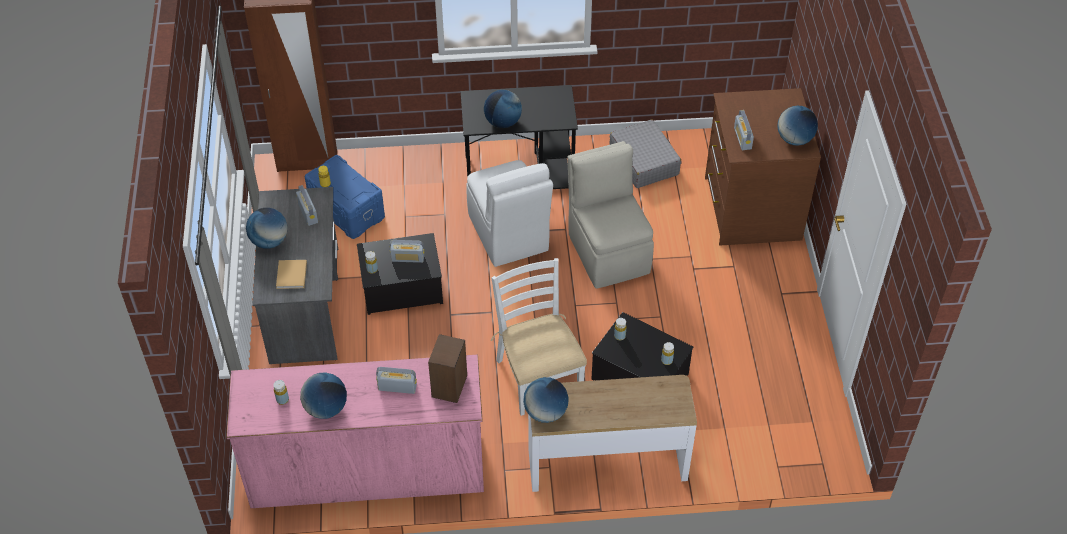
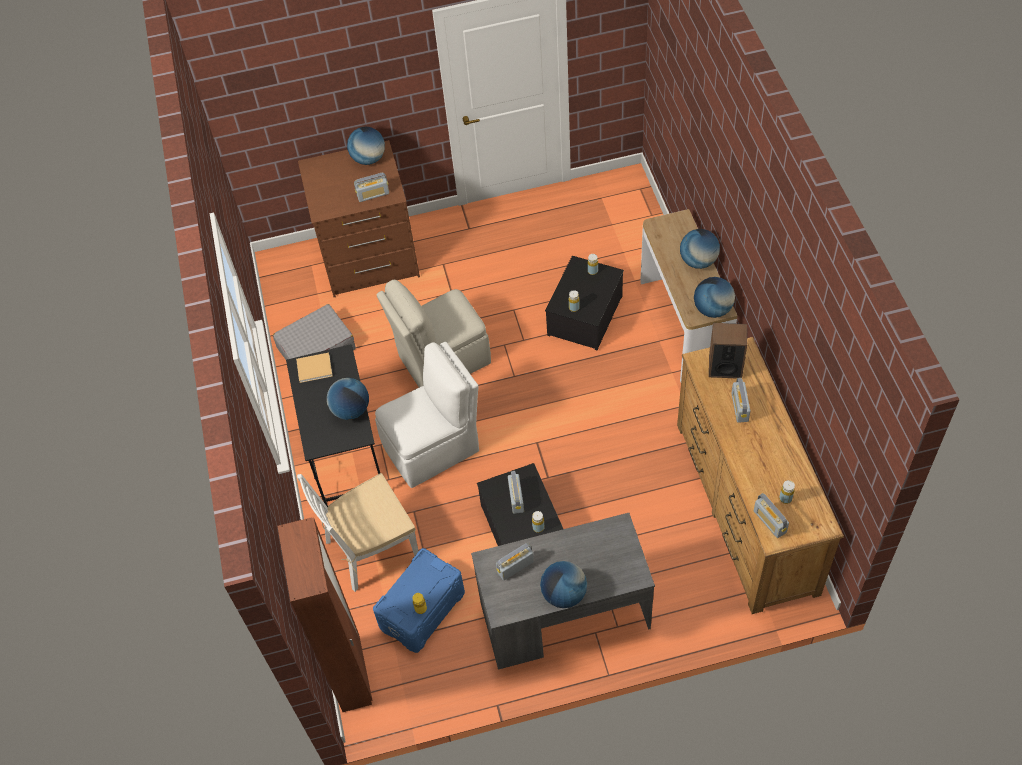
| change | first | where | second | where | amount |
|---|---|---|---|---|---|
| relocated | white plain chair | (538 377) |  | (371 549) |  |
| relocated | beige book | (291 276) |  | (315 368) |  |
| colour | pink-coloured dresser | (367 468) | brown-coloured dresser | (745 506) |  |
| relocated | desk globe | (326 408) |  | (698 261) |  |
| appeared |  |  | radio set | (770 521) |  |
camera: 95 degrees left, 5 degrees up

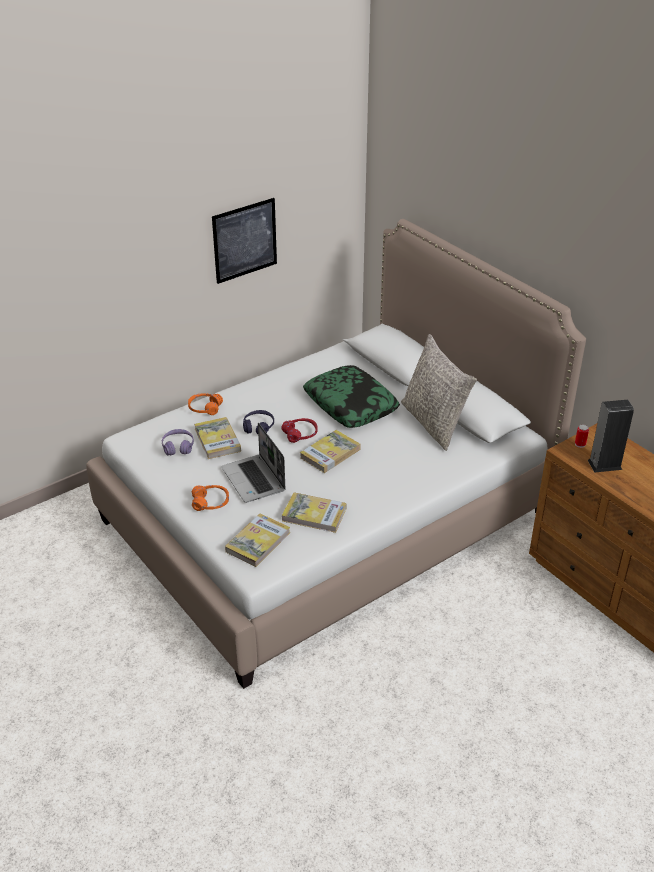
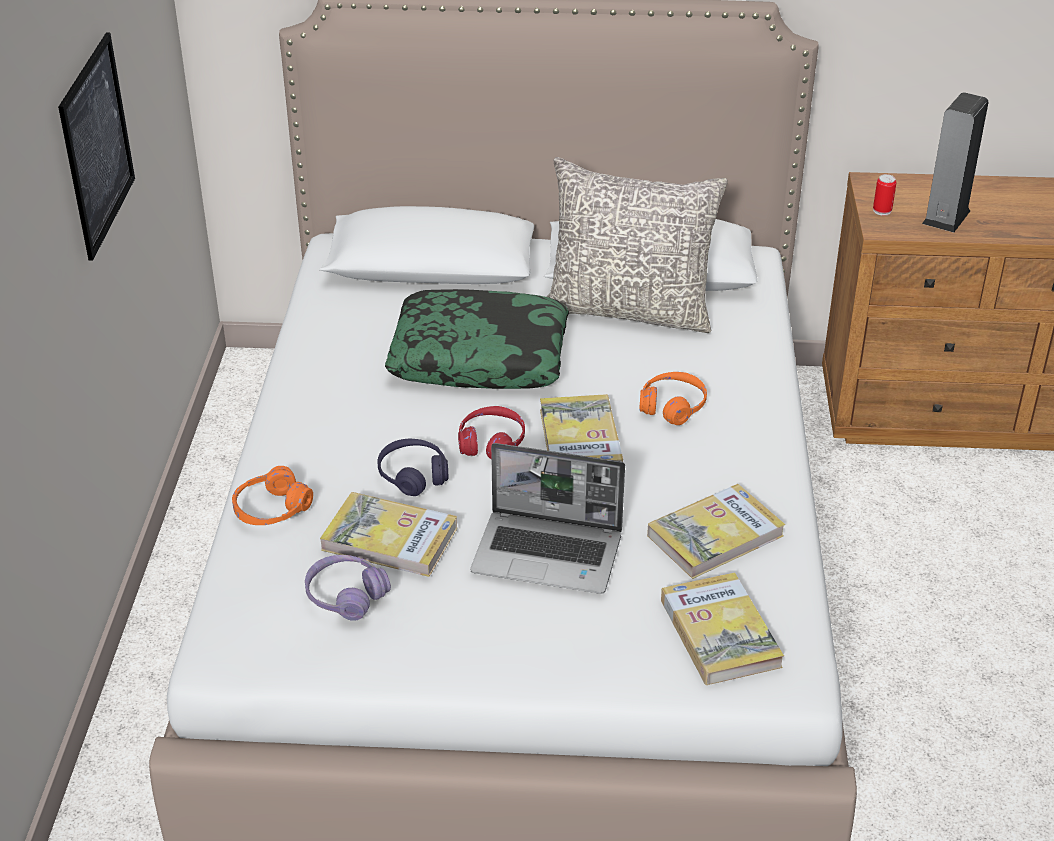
| change | first | where | second | where | amount |
|---|---|---|---|---|---|
| relocated | orange headphones | (210 503) |  | (672 406) |  |
camera: 50 degrees left, 0 degrees up

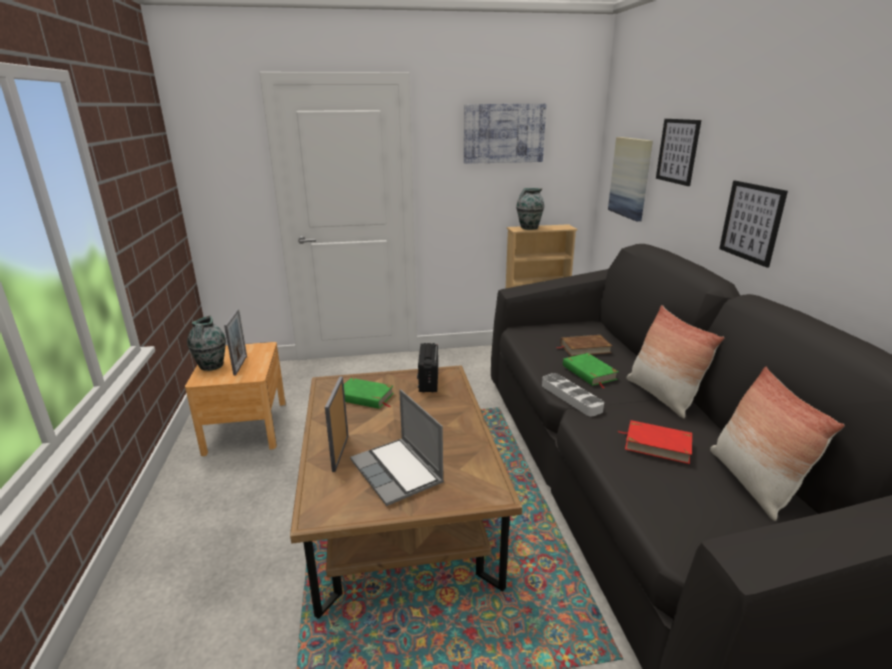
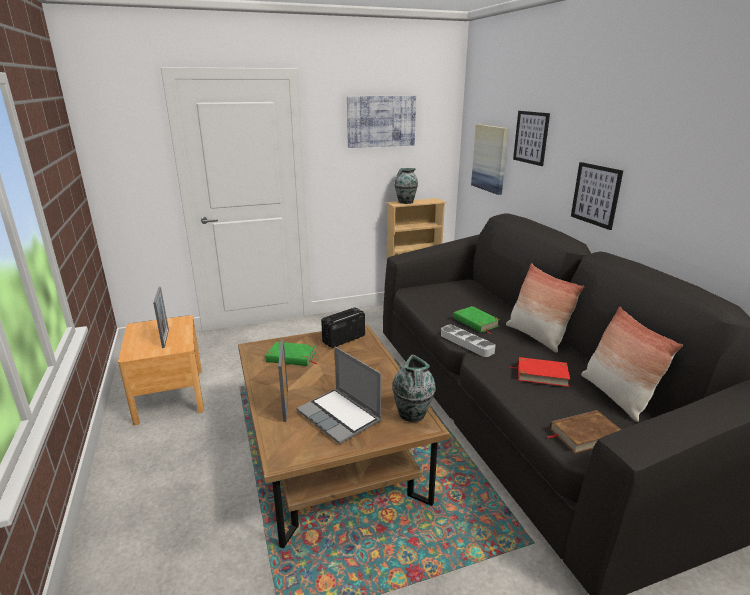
| change | first | where | second | where | amount |
|---|---|---|---|---|---|
| relocated | vase | (211 366) |  | (412 415) |  |
| relocated | brown-coloured book | (585 348) |  | (584 434) |  |
| spun | radio set | (428 381) |  | (343 339) | 60 degrees clockwise |
camera: 10 degrees left, 0 degrees up

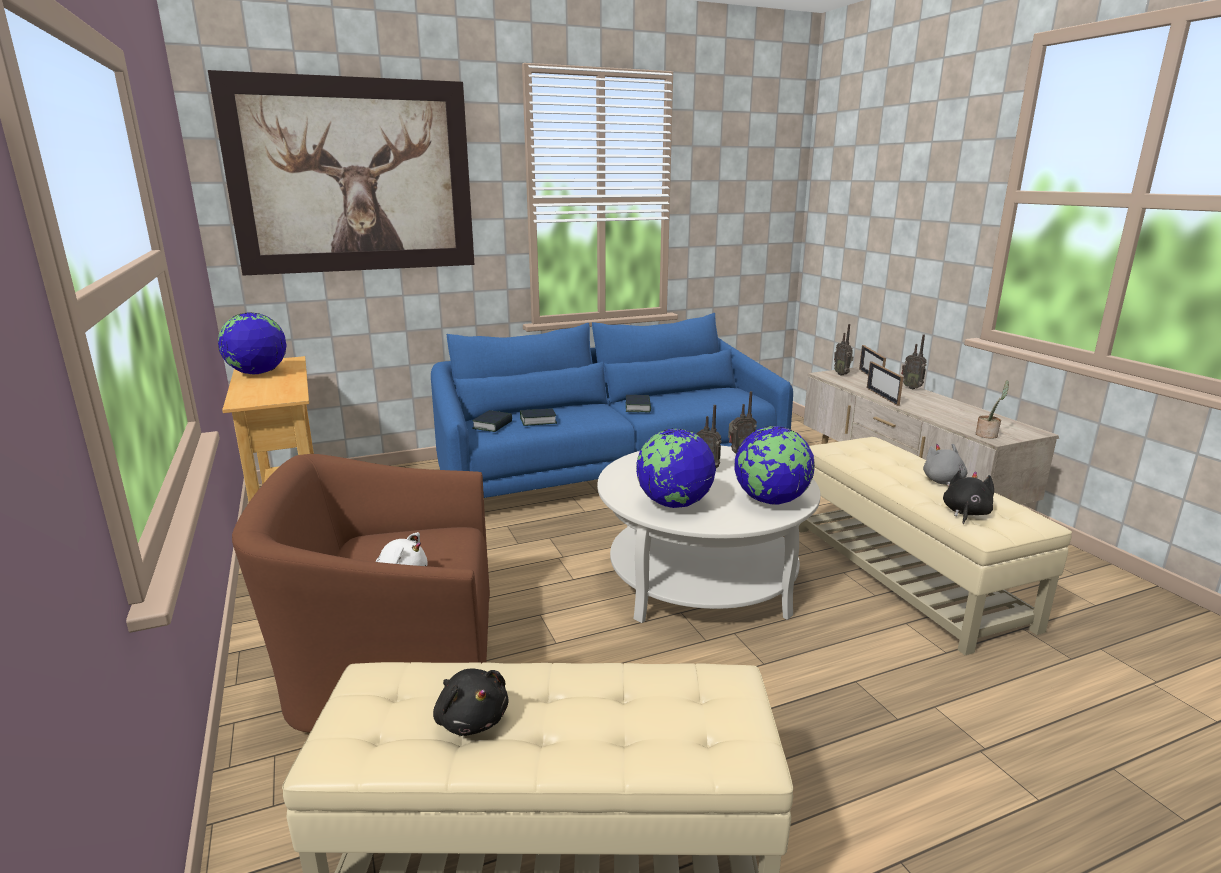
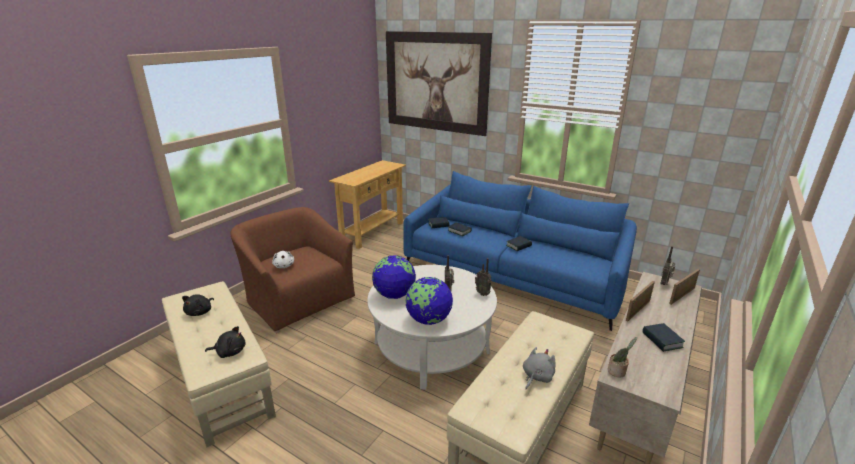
| change | first | where | second | where | amount |
|---|---|---|---|---|---|
| missing | desk globe | (257 373) |  |  |  |
| missing | radio set | (911 388) |  |  |  |
| relocated | blackish cuddly toy | (965 513) |  | (229 352) |  |
| appeared |  |  | book | (662 340) |  |
camera: 55 degrees right, 5 degrees up

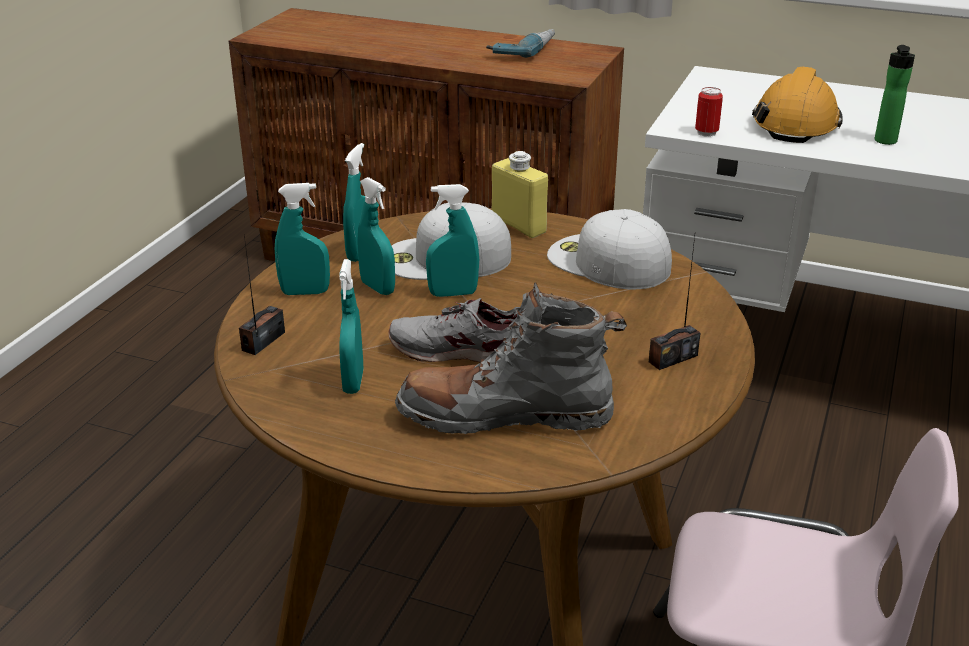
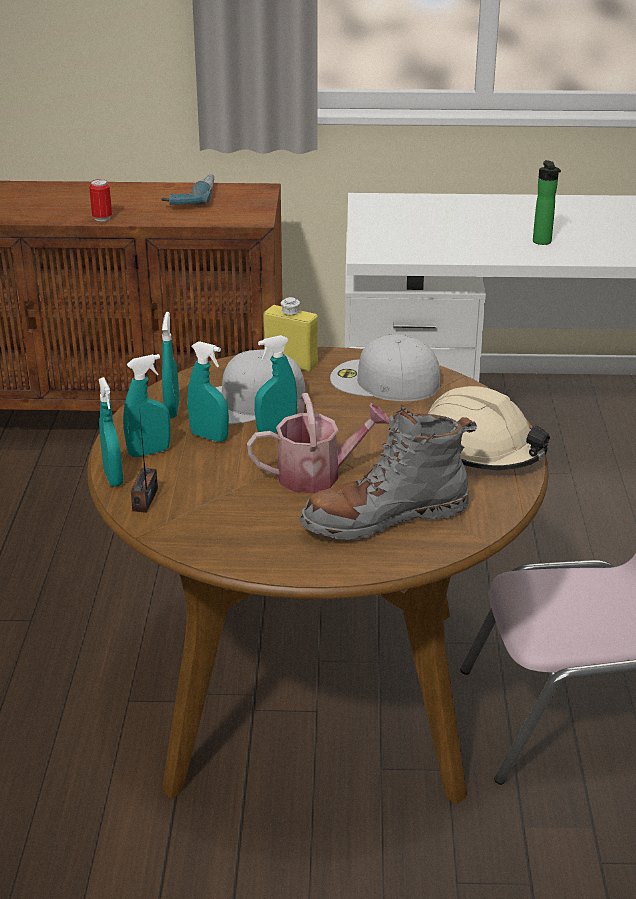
| change | first | where | second | where | amount |
|---|---|---|---|---|---|
| missing | orange hard hat | (796 124) |  |  |  |
| relocated | sealed can | (706 133) |  | (102 218) |  |
| exchanged | radio set | (672 358) | beige hard hat | (482 449) |  |
| relocated | blue-green sprayer | (353 382) |  | (113 478) |  |
| exchanged | greyish low shoe | (463 351) | watering pot | (318 475) |  |
camera: 20 degrees left, 0 degrees up

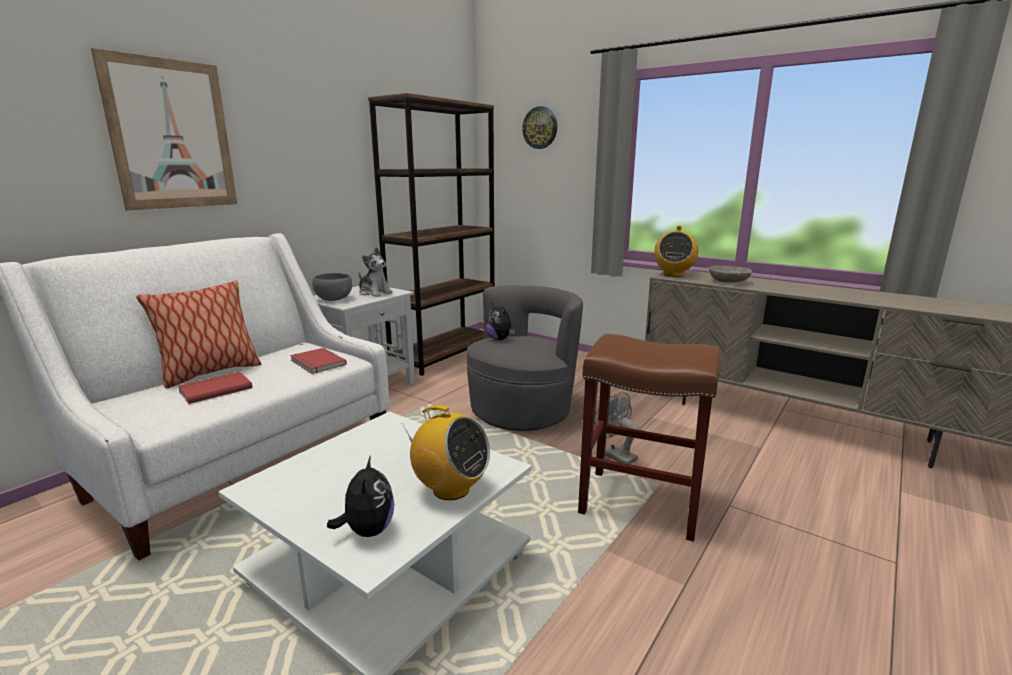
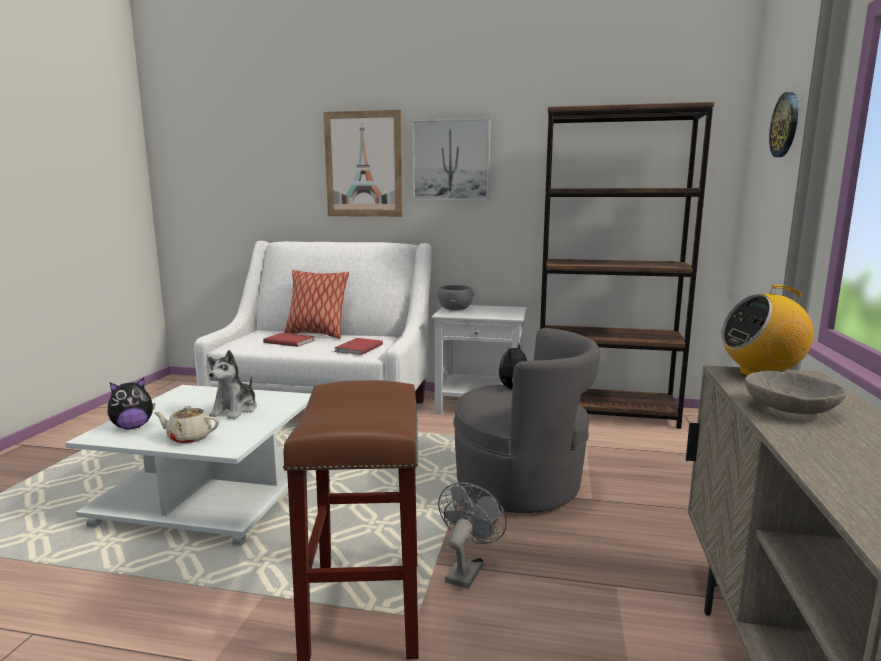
| change | first | where | second | where | amount |
|---|---|---|---|---|---|
| relocated | cuddly toy | (374 293) |  | (235 410) |  |
| exchanged | radio set | (450 489) | beige tea pot | (189 438) |  |
| appeared |  |  | picture | (451 160) |  |
camera: 65 degrees right, 5 degrees down

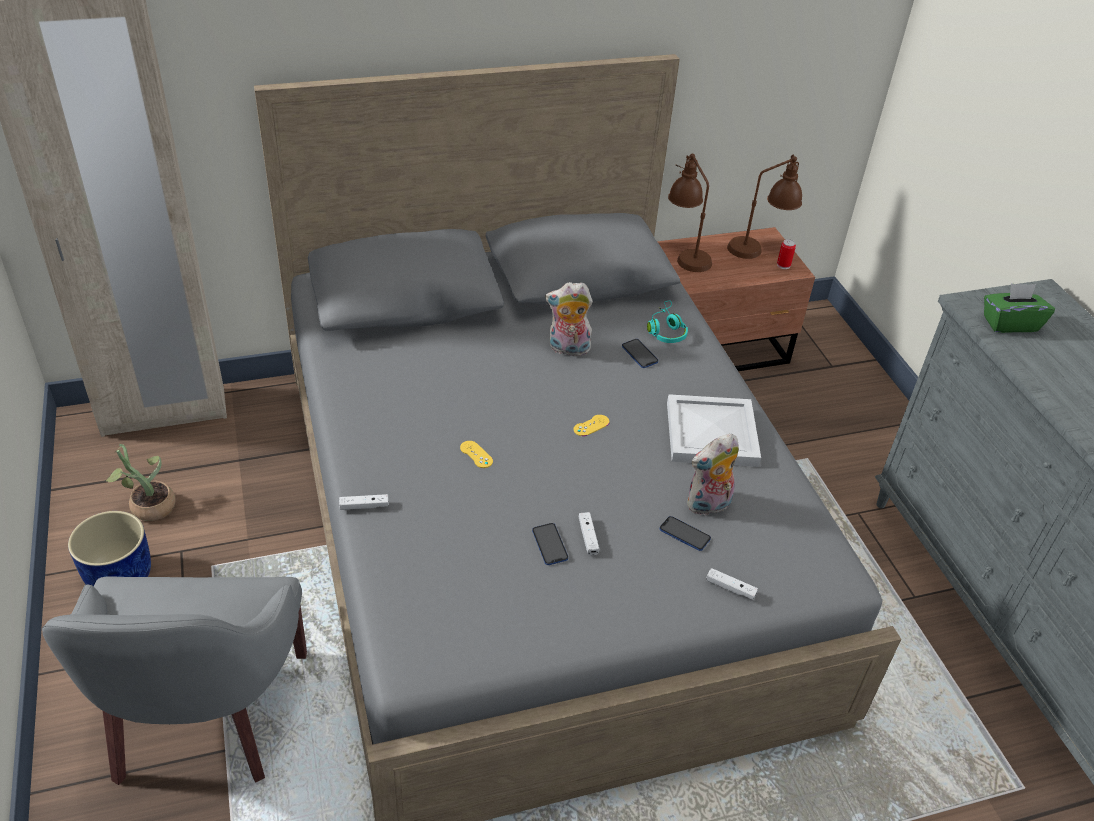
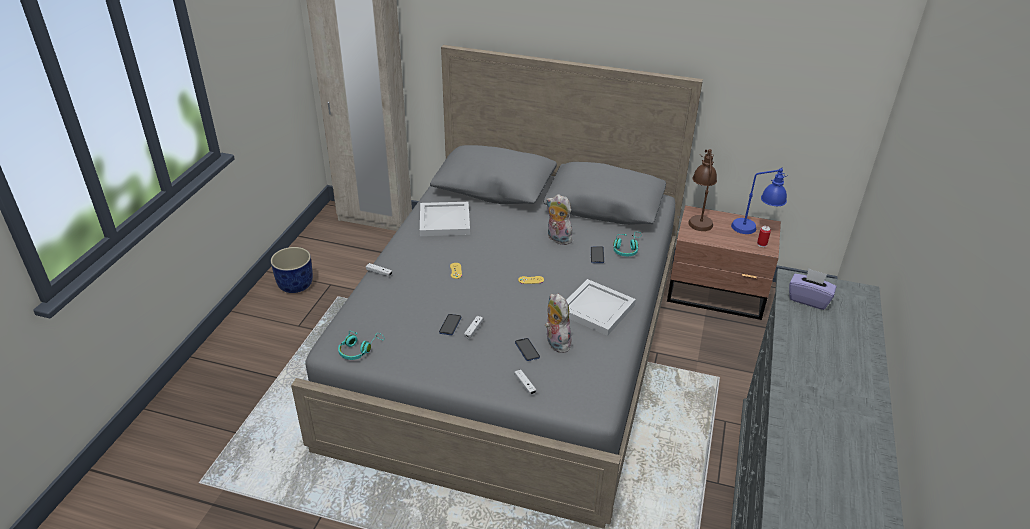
| change | first | where | second | where | amount |
|---|---|---|---|---|---|
| colour | brown-coloured table lamp | (759 248) | blue-coloured table lamp | (754 229) |  |
| colour | green-coloured tissue holder | (1009 323) | purple-coloured tissue holder | (808 299) |  |
| spun | cuddly toy | (708 506) |  | (555 342) | 60 degrees clockwise |
| missing | houseplant | (148 506) |  |  |  |
| missing | greyish lounge chair | (202 717) |  |  |  |
| appeared |  |  | white serving tray | (445 221) |  |
| appeared |  |  | blue-green headphones | (359 349) |  |
camera: 35 degrees right, 5 degrees down

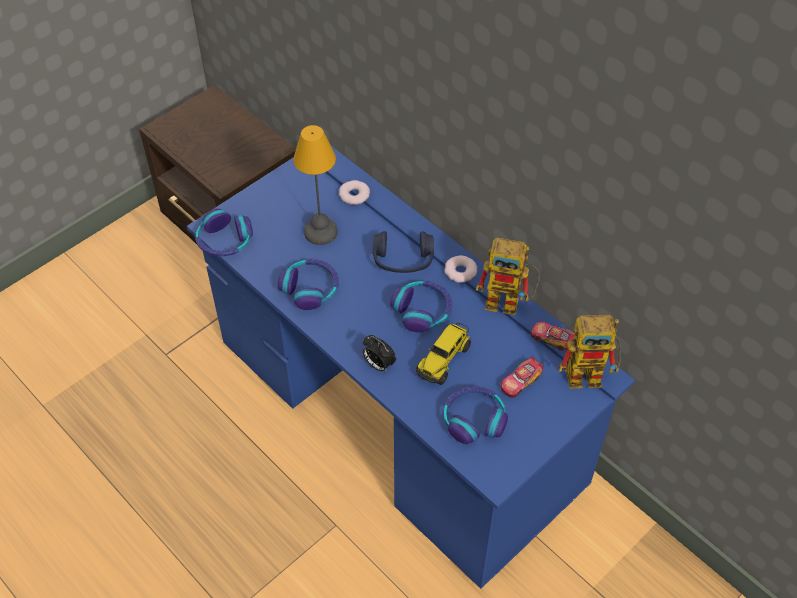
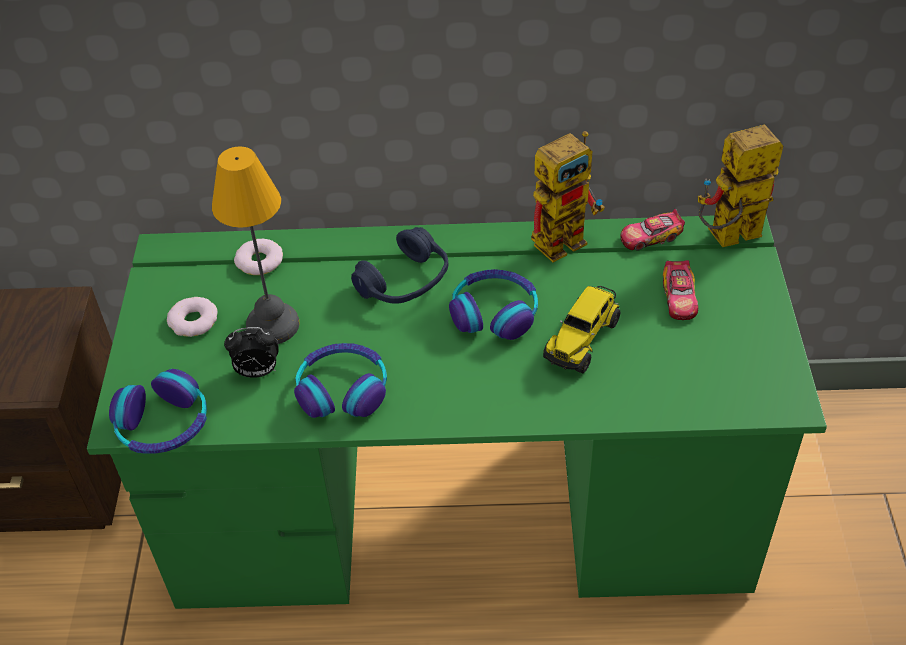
| change | first | where | second | where | amount |
|---|---|---|---|---|---|
| colour | blue-coloured desk unit | (399 411) | green-coloured desk unit | (461 503) |  |
| relocated | doughnut | (460 271) |  | (194 321) |  |
| spun | model robot | (591 374) |  | (727 239) | 150 degrees counterclockwise |
| spun | toy truck | (443 359) |  | (582 339) | 45 degrees clockwise |
| relocated | table clock | (378 365) |  | (257 372) |  |
| missing | headphones | (474 419) |  |  |  |
camera: 45 degrees left, 5 degrees down

